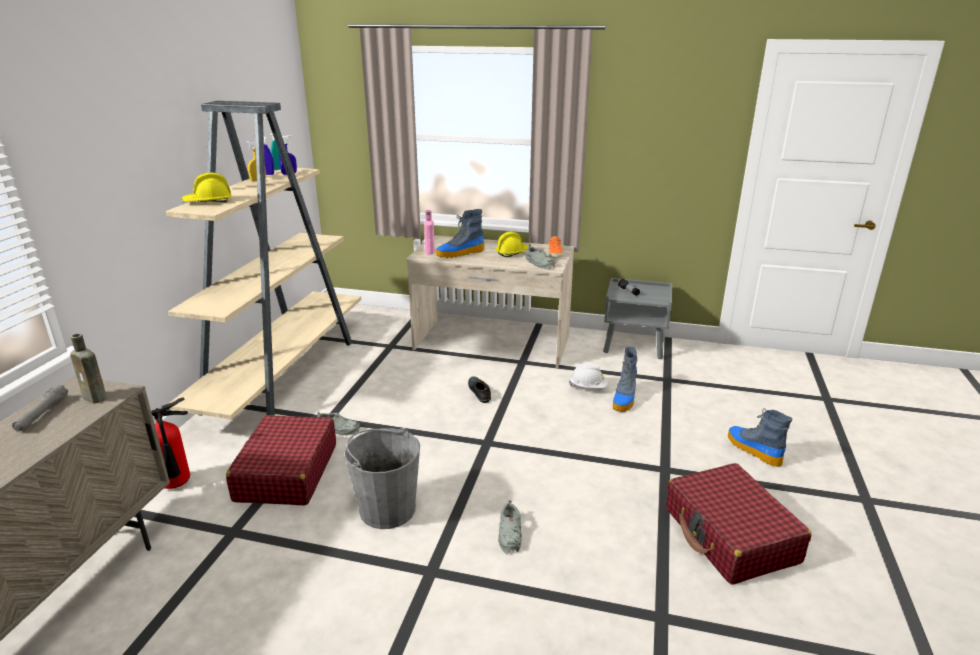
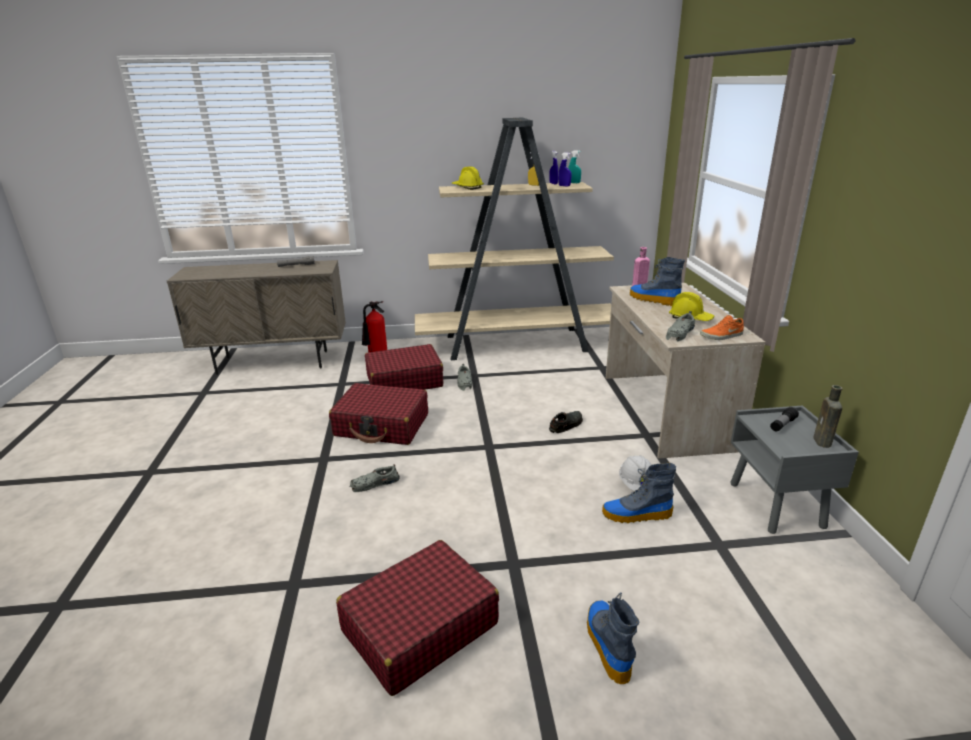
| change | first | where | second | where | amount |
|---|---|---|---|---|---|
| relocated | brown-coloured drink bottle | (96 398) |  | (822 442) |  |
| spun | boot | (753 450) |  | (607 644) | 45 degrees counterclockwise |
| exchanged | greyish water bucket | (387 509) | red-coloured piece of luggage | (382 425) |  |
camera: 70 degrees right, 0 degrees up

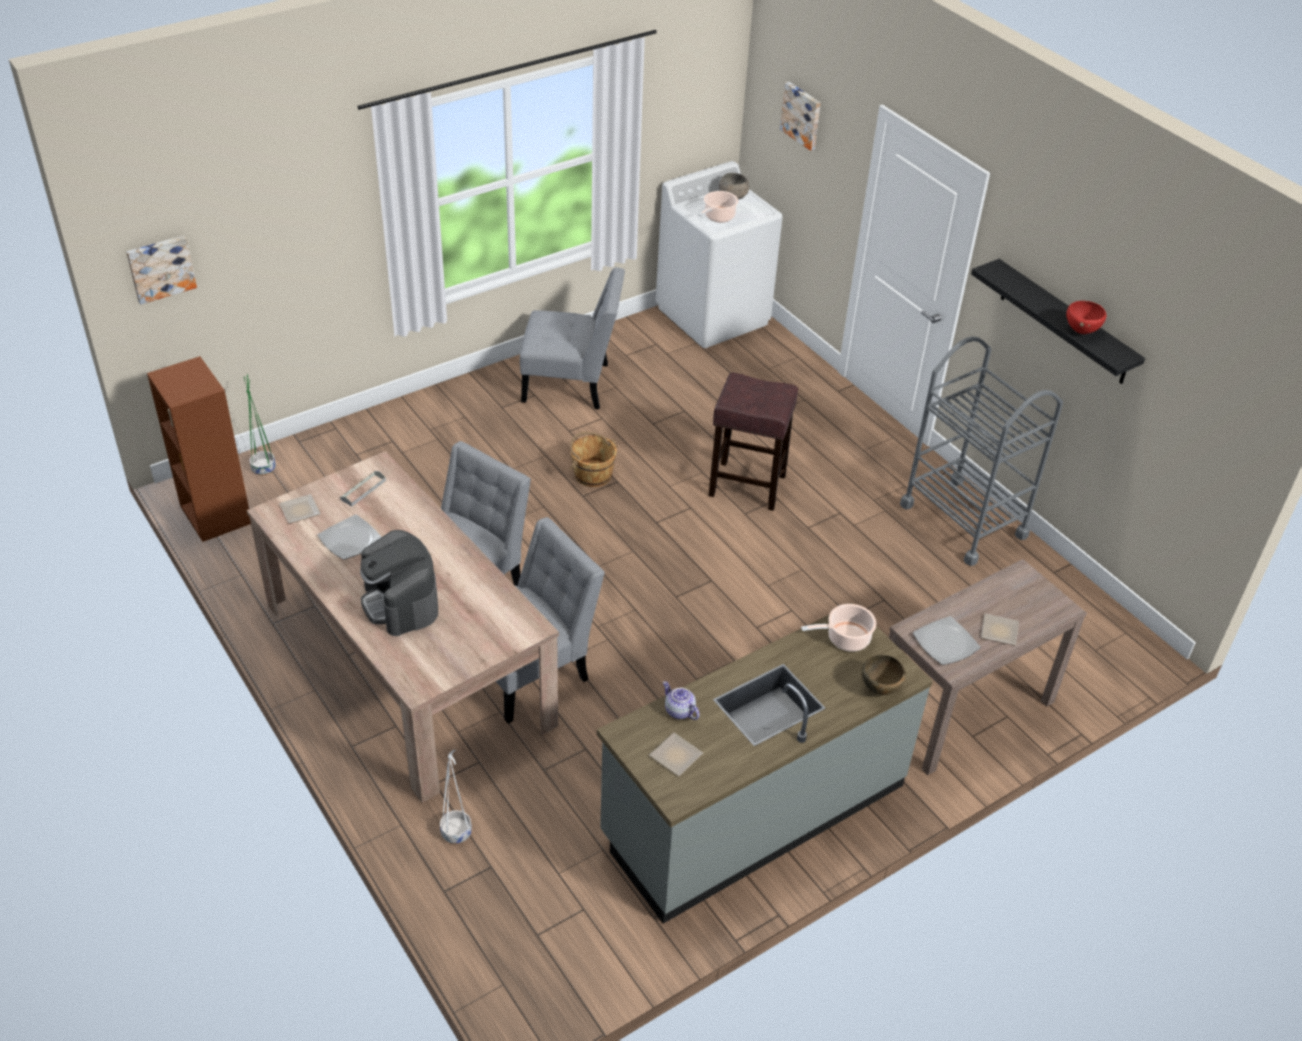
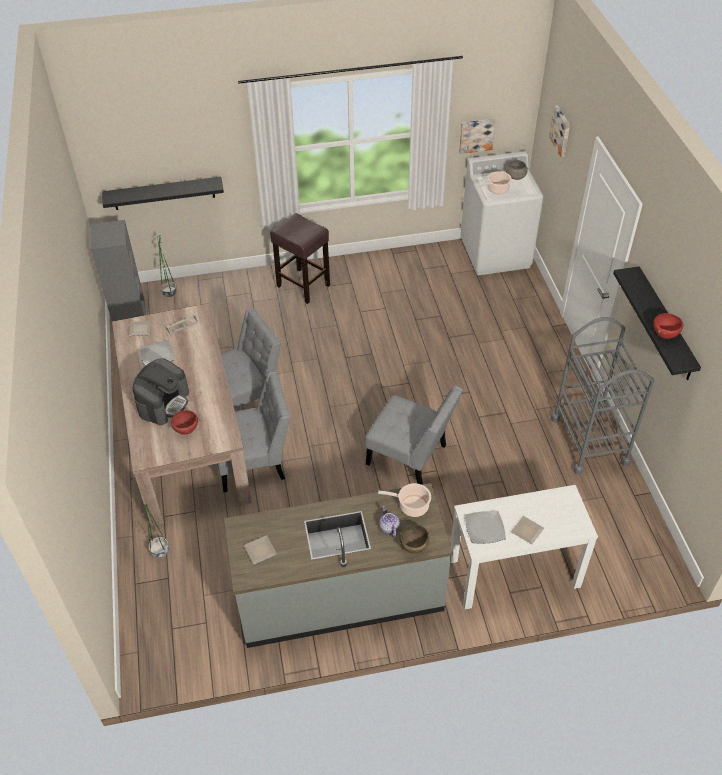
| change | first | where | second | where | amount |
|---|---|---|---|---|---|
| relocated | picture | (160 268) |  | (476 135) |  |
| relocated | greyish plain chair | (572 384) |  | (410 457) |  |
| colour | brown-coloured bookcase | (215 514) | greyish bookcase | (129 315) |  |
| relocated | brown-coloured sitting stool | (745 485) |  | (302 285) |  |
| missing | brown-coloured water bucket | (592 474) |  |  |  |
| spun | coffee brewer | (401 602) |  | (164 403) | 150 degrees counterclockwise |
| colour | brown-coloured console table | (963 710) | white console table | (513 573) |  |
| relocated | tea pot | (679 711) |  | (388 527) |  |
| colour | white planter | (456 833) | green-coloured planter | (160 551) |  |
| appeared |  |  | blackish wall shelf | (164 193) |  |
| appeared |  |  | red-coloured bowl | (186 431) |  |
camera: 25 degrees right, 5 degrees up

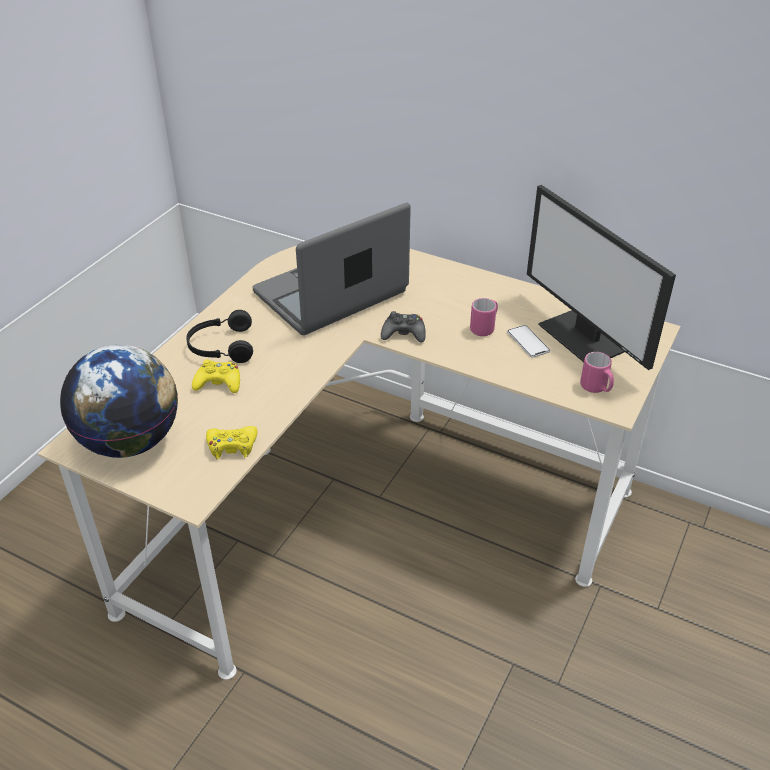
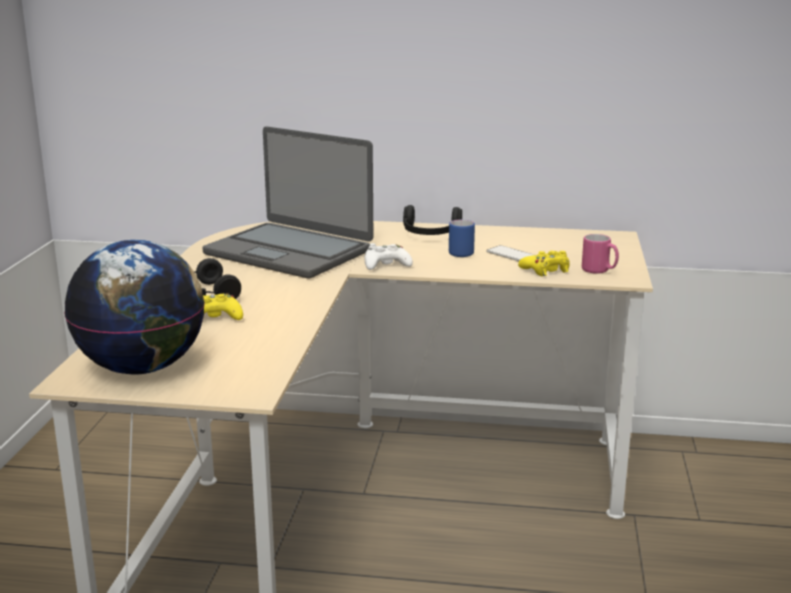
| change | first | where | second | where | amount |
|---|---|---|---|---|---|
| missing | monitor | (584 337) |  |  |  |
| spun | notebook computer | (331 294) |  | (289 252) | 90 degrees counterclockwise |
| colour | pink-coloured mug | (484 328) | blue-coloured mug | (462 252) |  |
| colour | blackish gamepad | (403 333) | white gamepad | (386 265) |  |
| relocated | yellowish gamepad | (232 446) |  | (546 270) |  |
| appeared |  |  | blackish headphones | (430 233) |  |
camera: 20 degrees left, 20 degrees down

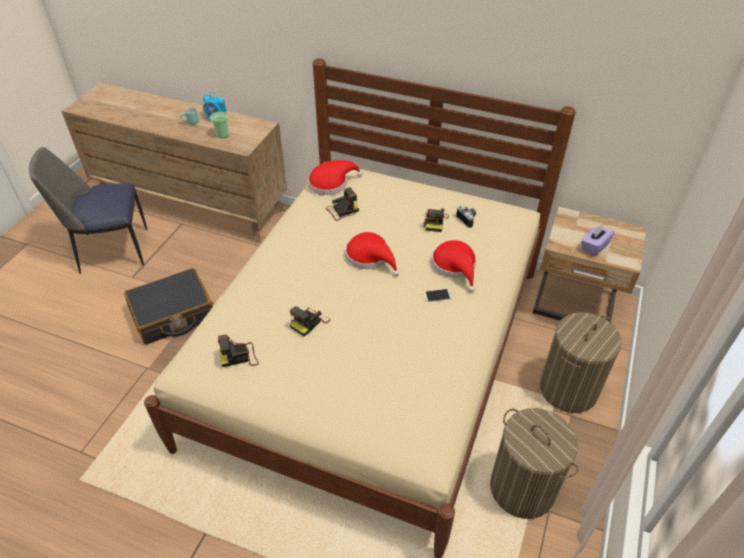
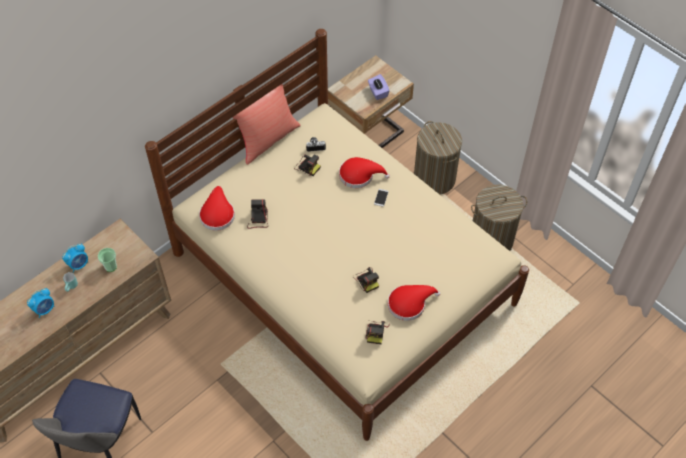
| change | first | where | second | where | amount |
|---|---|---|---|---|---|
| relocated | red-coloured wearable hat | (370 257) |  | (409 303) |  |
| missing | blackish piece of luggage | (173 314) |  |  |  |
| appeared |  |  | red-coloured cushion | (267 139) |  |
| appeared |  |  | table clock | (45 309) |  |
camera: 65 degrees left, 10 degrees up

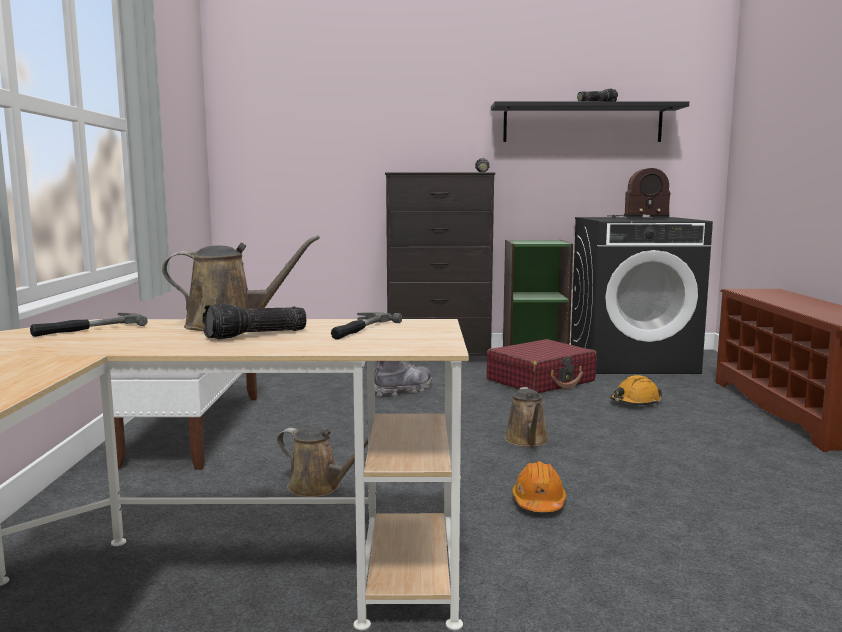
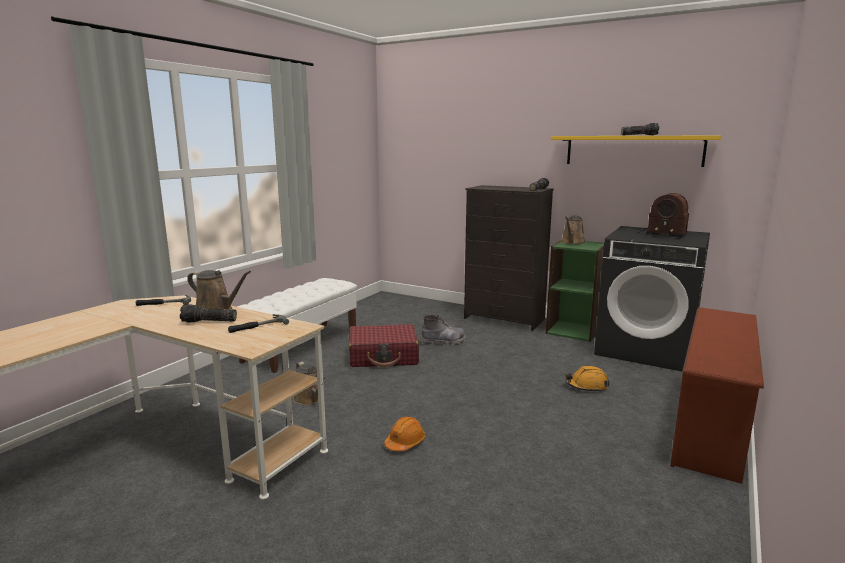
| change | first | where | second | where | amount |
|---|---|---|---|---|---|
| colour | blackish wall shelf | (582 124) | yellowish wall shelf | (633 150) |  |
| relocated | red-coloured piece of luggage | (541 381) |  | (383 356) |  |
| relocated | brown-coloured watering pot | (527 441) |  | (572 242) |  |
camera: 30 degrees right, 5 degrees up

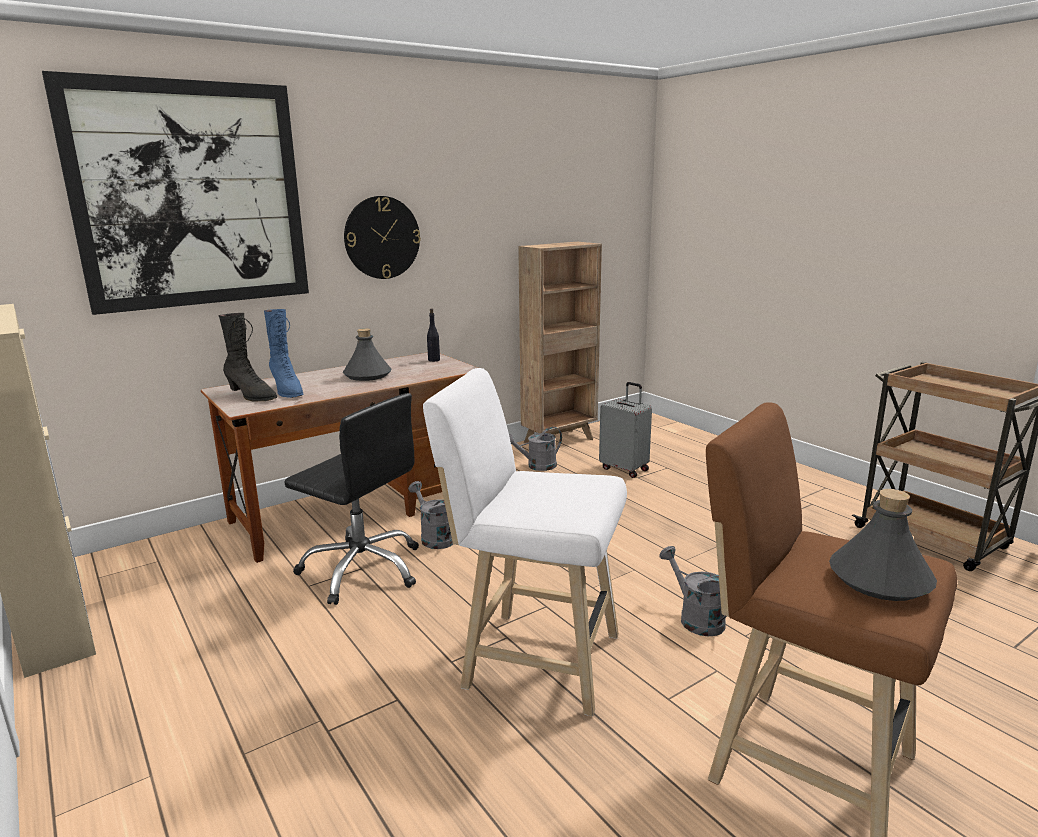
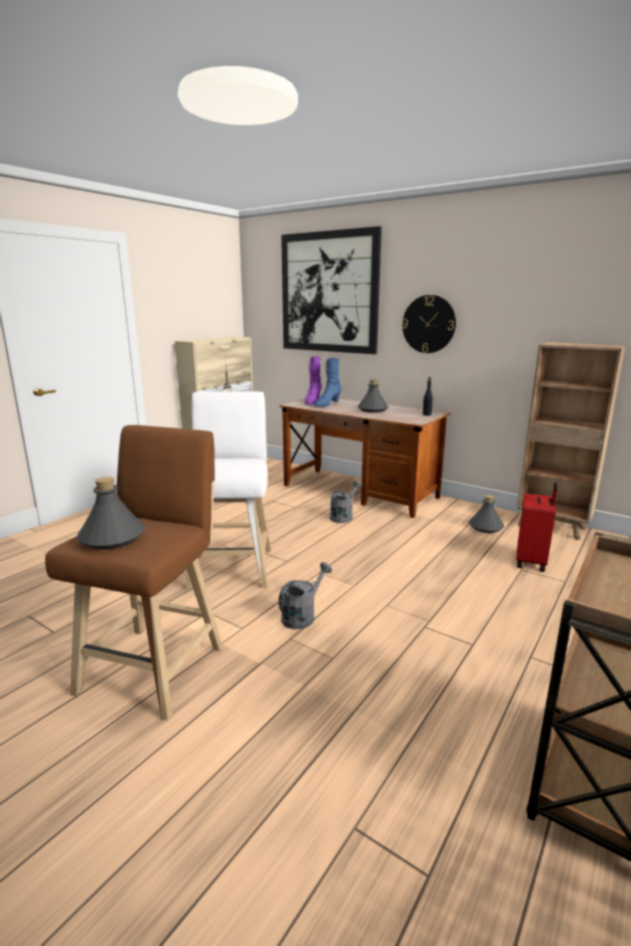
| change | first | where | second | where | amount |
|---|---|---|---|---|---|
| colour | blackish boot | (251 396) | purple-coloured boot | (312 402) |  |
| colour | greyish piece of luggage | (625 469) | red-coloured piece of luggage | (532 562) |  |
| missing | blackish computer chair | (362 569) |  |  |  |
| exchanged | greyish watering pot | (537 466) | greyish drink bottle | (485 527) |  |
camera: 70 degrees right, 0 degrees up

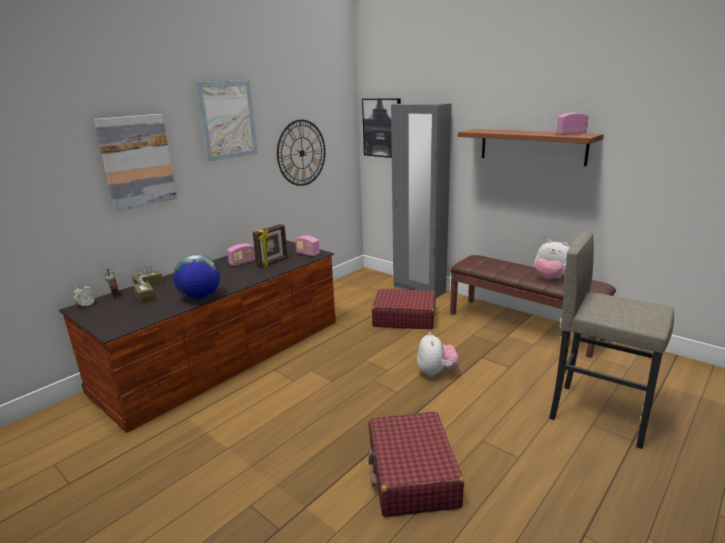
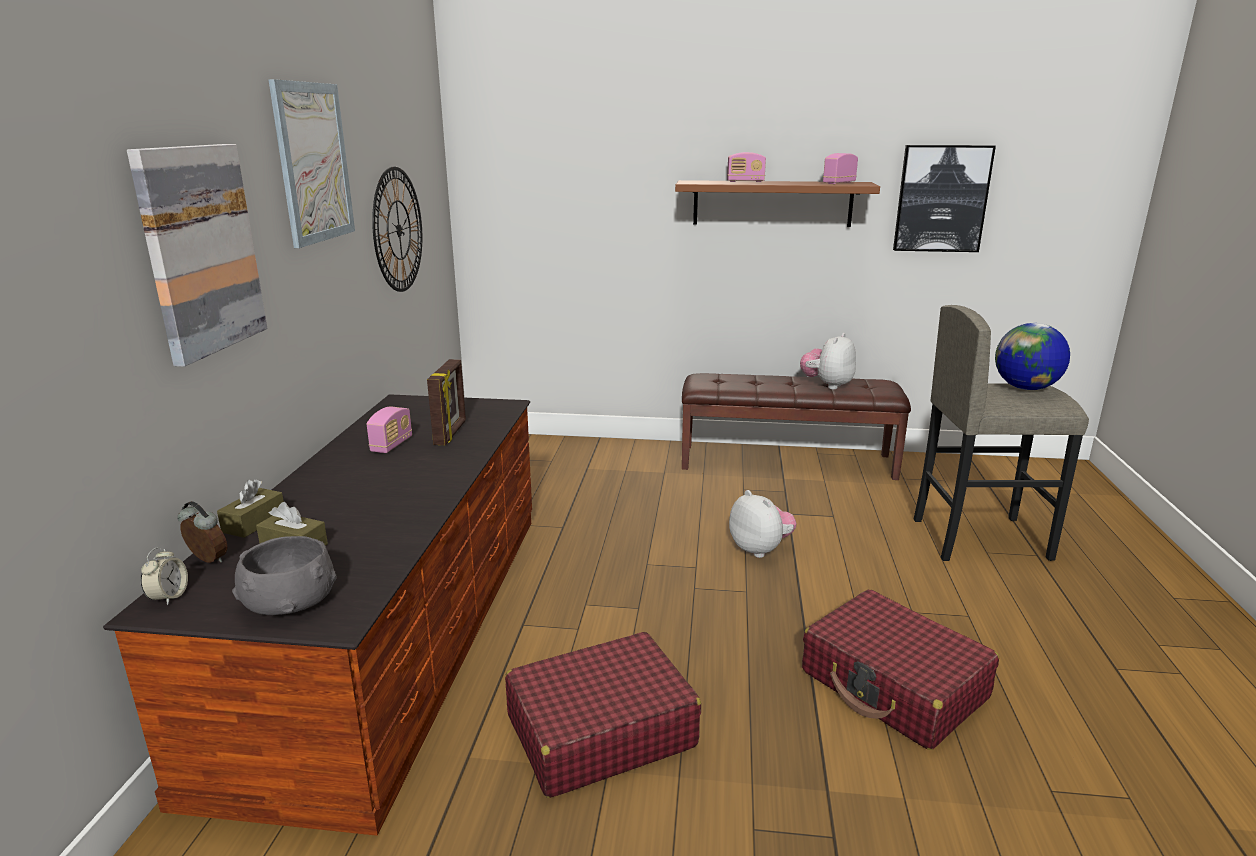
| change | first | where | second | where | amount |
|---|---|---|---|---|---|
| relocated | picture | (382 128) |  | (941 199) |  |
| missing | greyish clothes cupboard | (419 289) |  |  |  |
| relocated | radio set | (308 254) |  | (745 181) |  |
| spun | cuddly toy | (551 278) |  | (827 385) | 120 degrees clockwise |
| relocated | desk globe | (200 297) |  | (1025 388) |  |
| relocated | red-coloured piece of luggage | (404 318) |  | (600 731) |  |
| appeared |  |  | greyish bowl | (288 600) |  |
camera: 35 degrees left, 0 degrees up

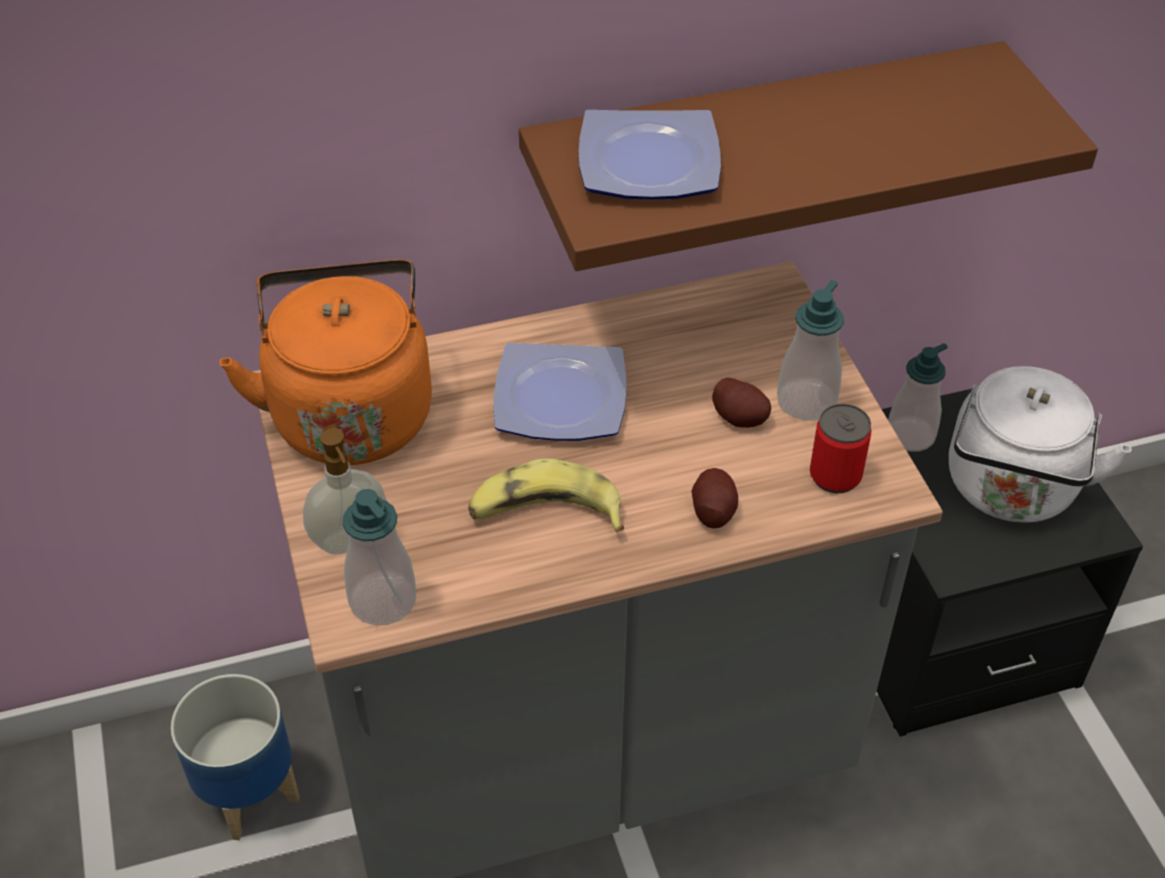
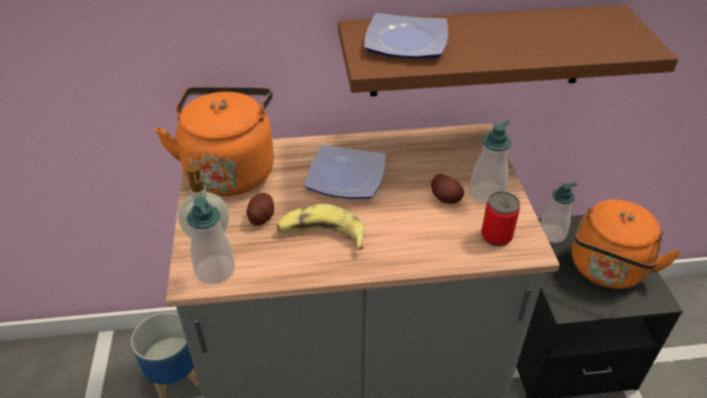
| change | first | where | second | where | amount |
|---|---|---|---|---|---|
| colour | white tea kettle | (1011 491) | orange tea kettle | (606 270) |  |
| relocated | whole potato | (713 510) |  | (261 216) |  |
camera: 10 degrees right, 5 degrees down

